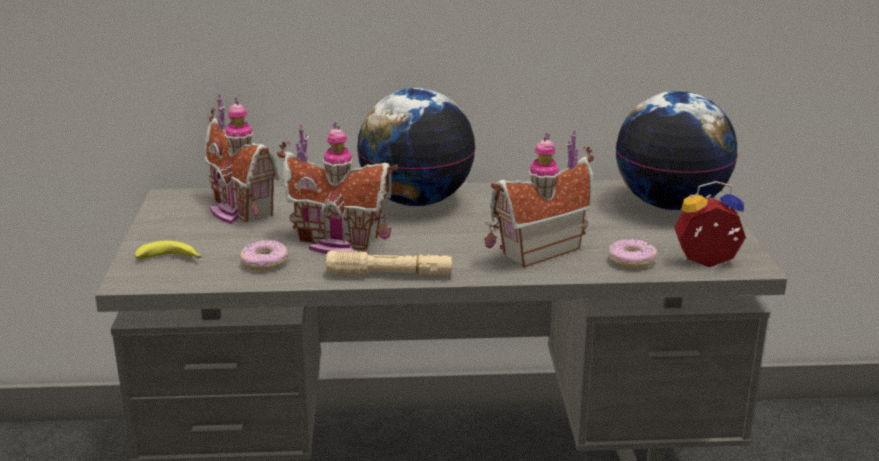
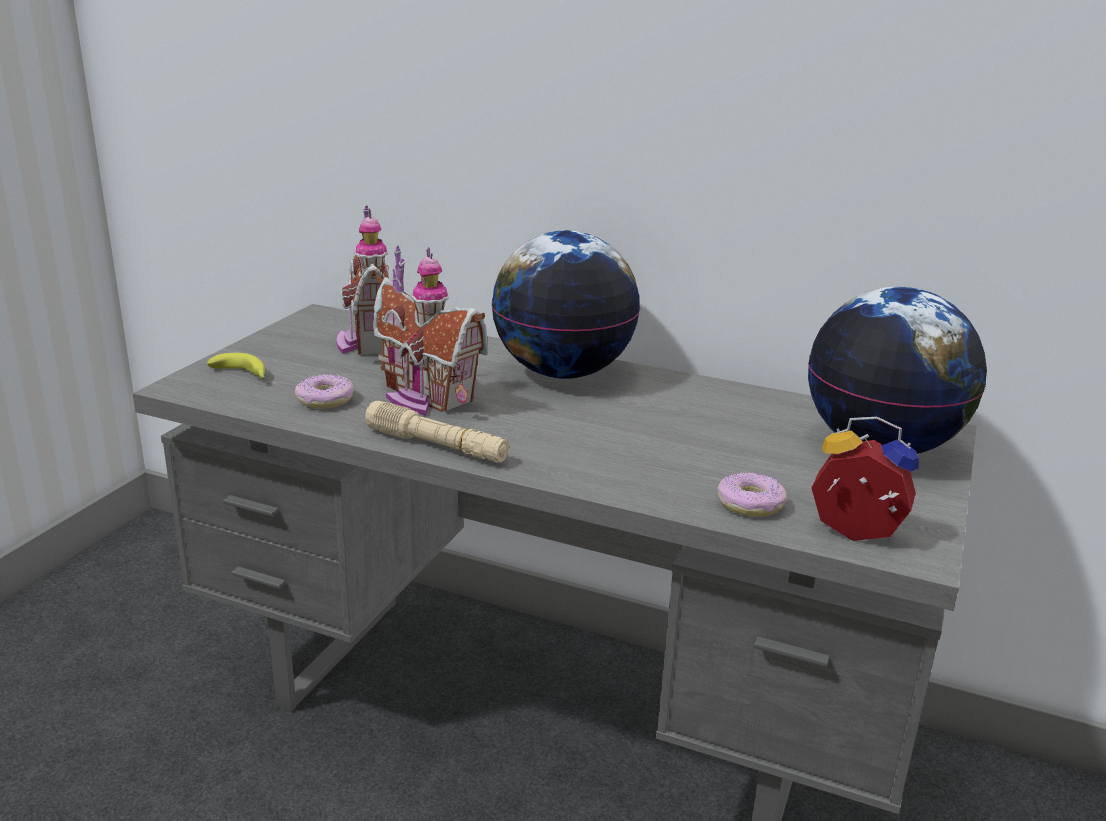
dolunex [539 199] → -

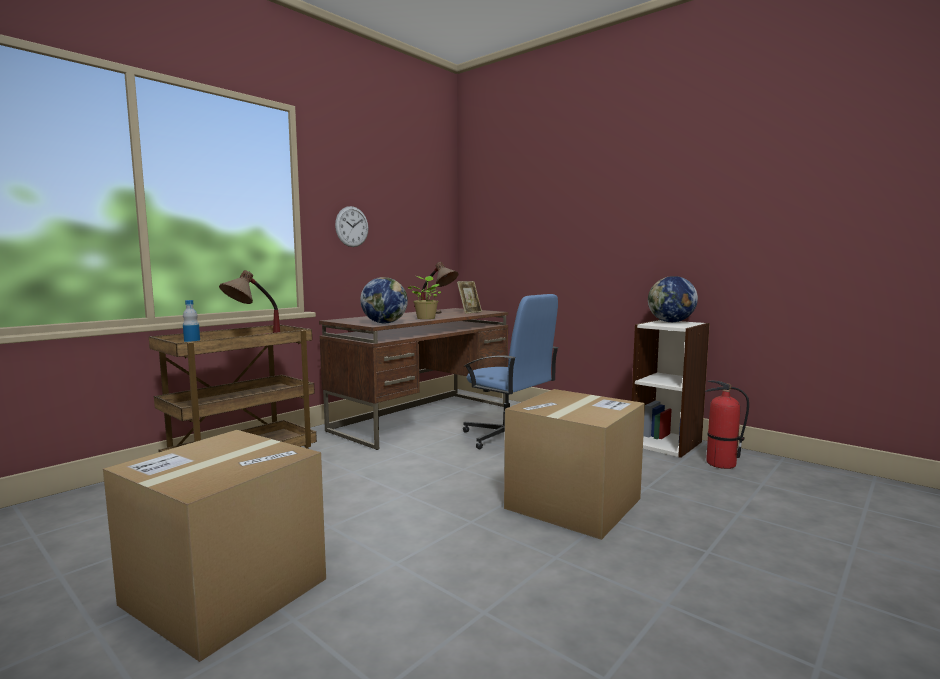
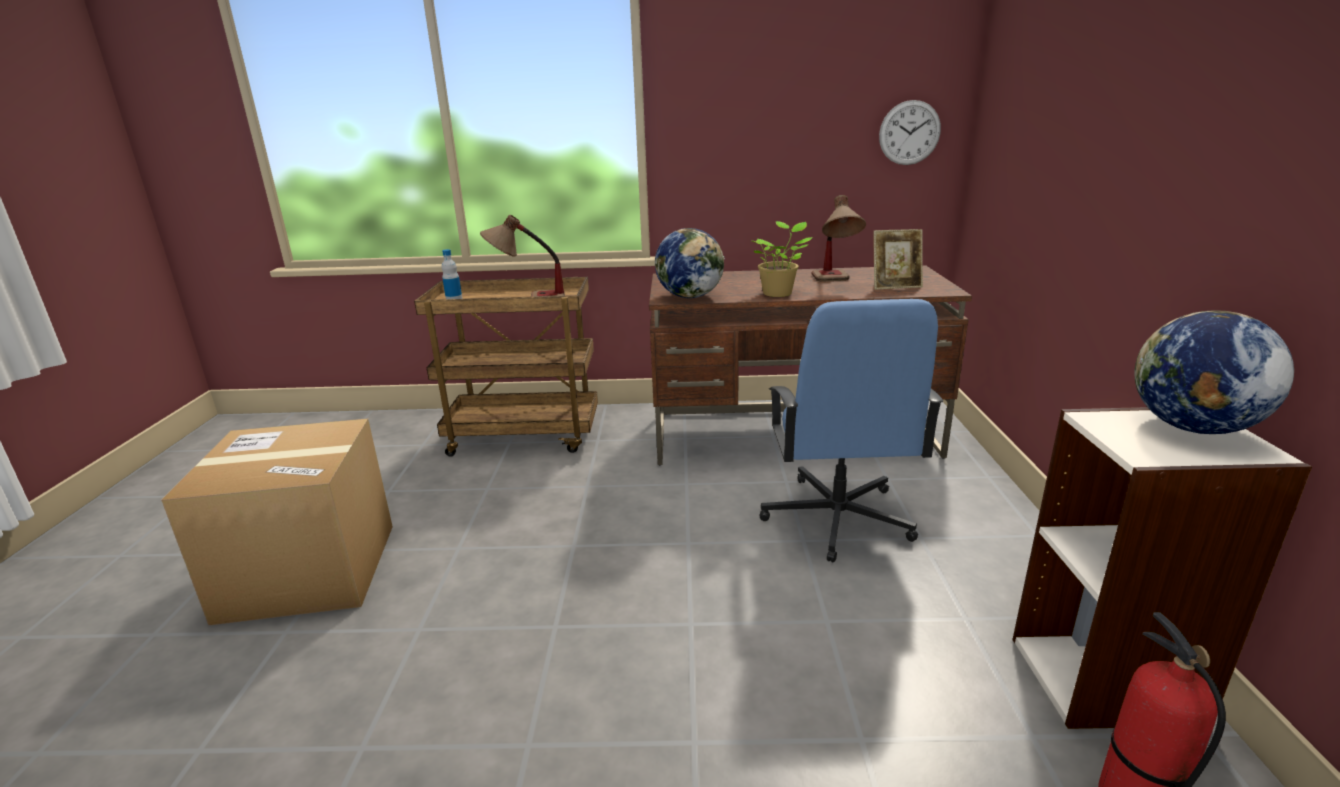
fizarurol [351 226] → fizarurol [910 132], move
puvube [574 464] → -

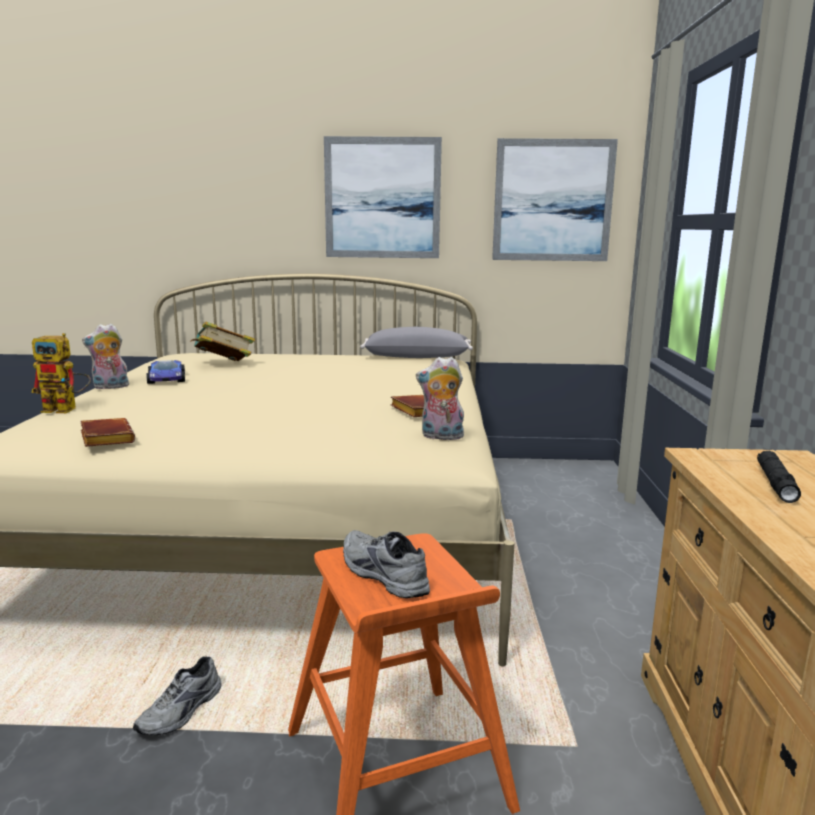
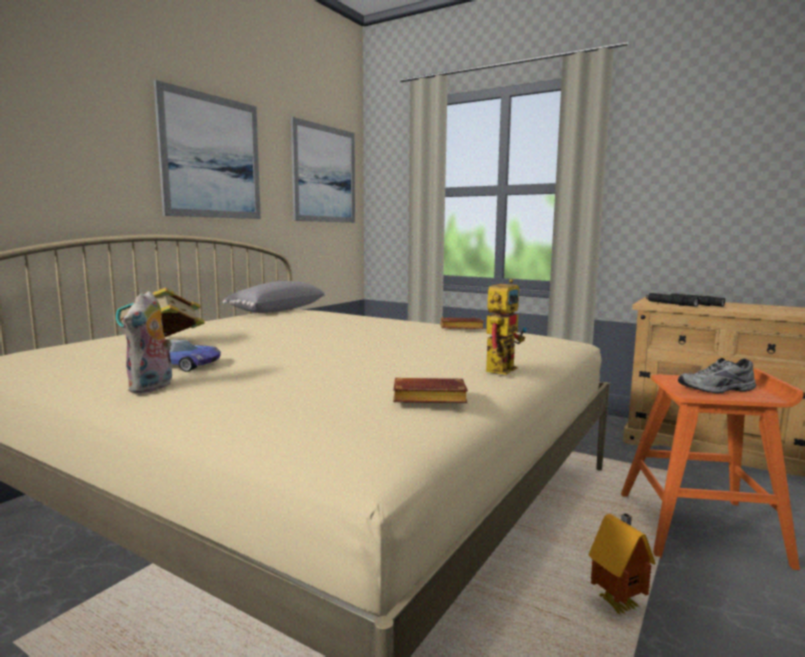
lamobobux [61 373] → lamobobux [506 327], move
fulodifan [440 398] → -
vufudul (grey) [177 696] → dolunex [622 564]
- → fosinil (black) [672 300]

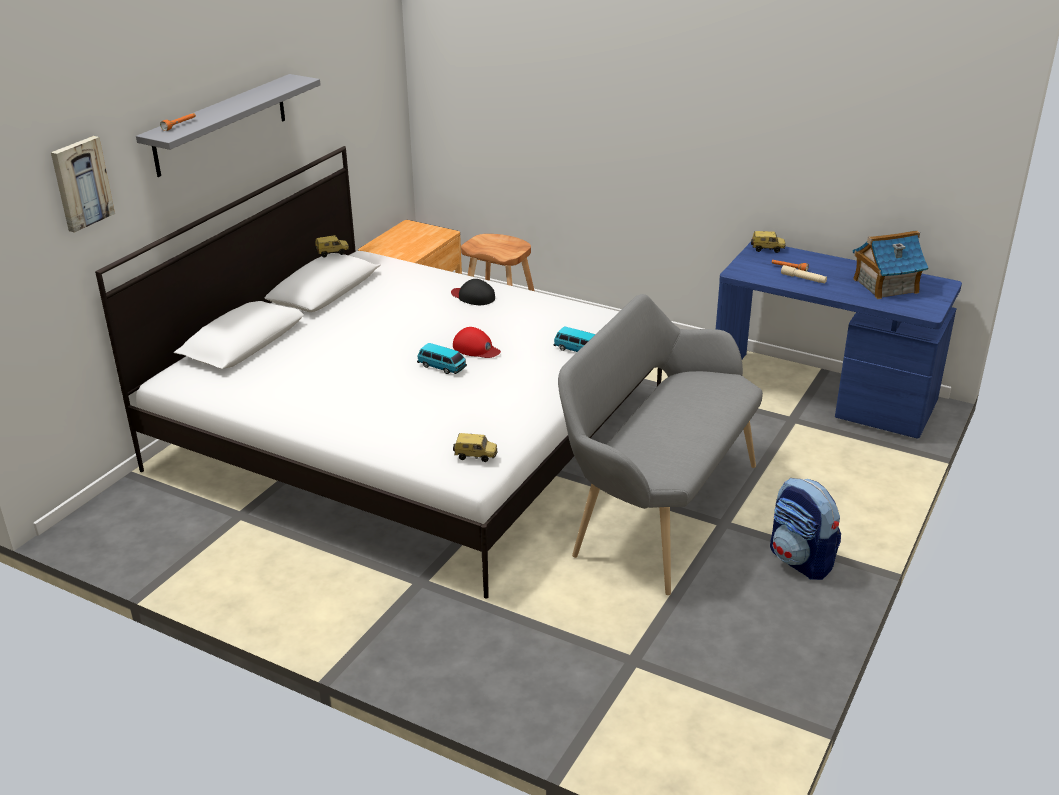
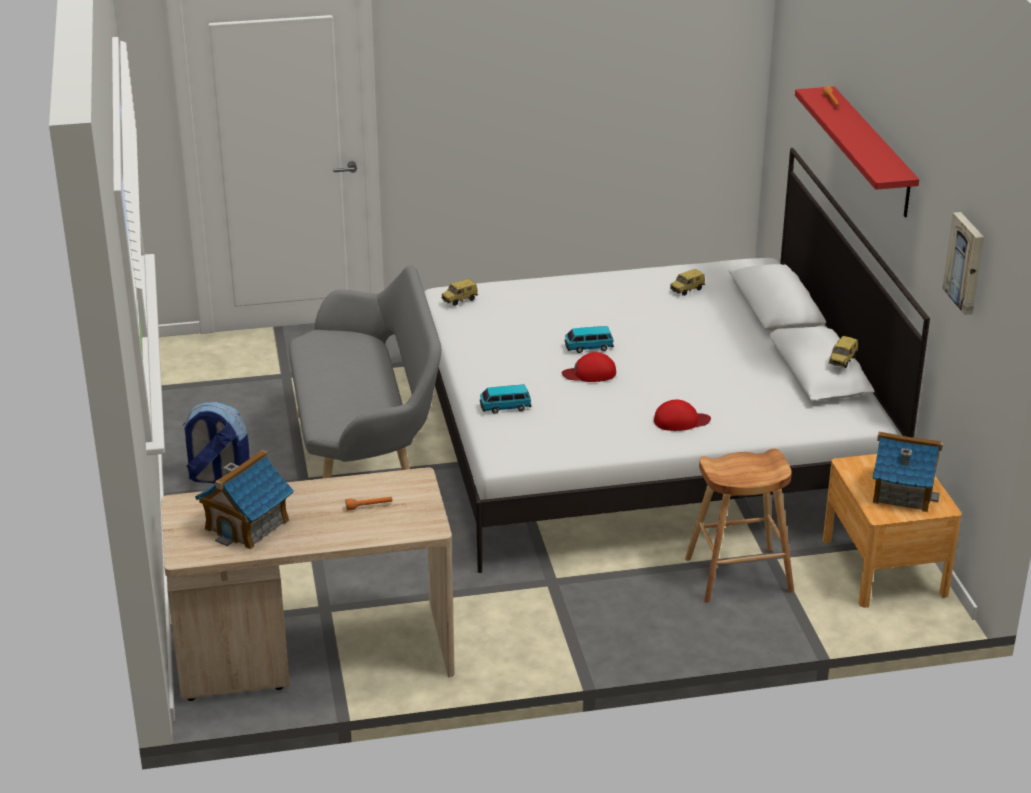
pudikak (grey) [228 125] → pudikak (red) [857 151]
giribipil [83 184] → giribipil [963 263], move
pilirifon [768 242] → pilirifon [687 282], move
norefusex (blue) [839 340] → norefusex (beige) [308 584]
fosinil (beige) [804 274] → -
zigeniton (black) [473 292] → zigeniton (red) [682 415]
- → dolunex [908 472]

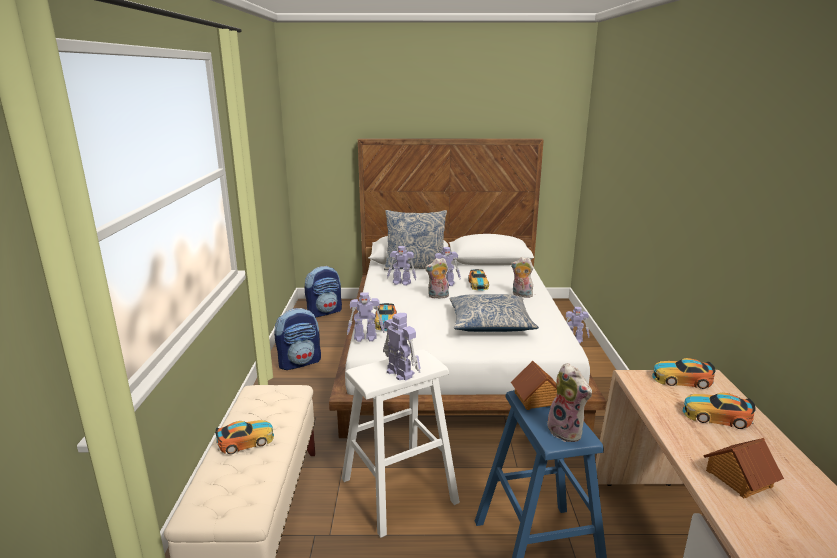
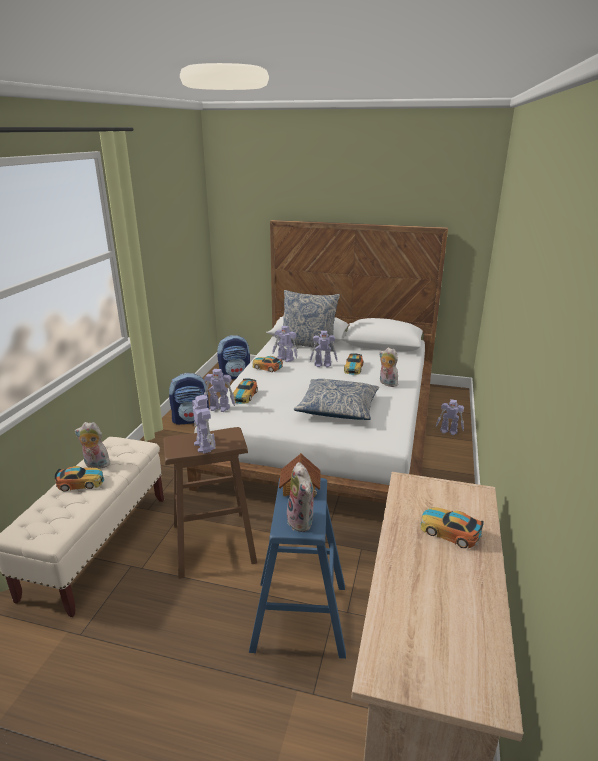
fulodifan [437 278] → fulodifan [94 445], move
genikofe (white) [401 443] → genikofe (brown) [210 503]
pilirifon [684 373] → pilirifon [268 364], move
dolunex [743 468] → -

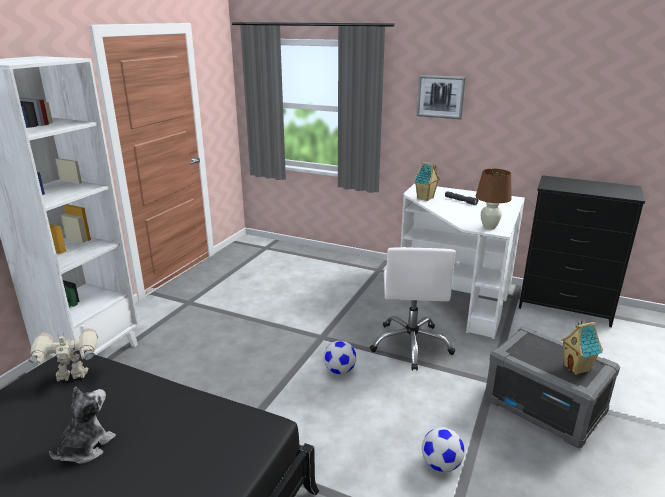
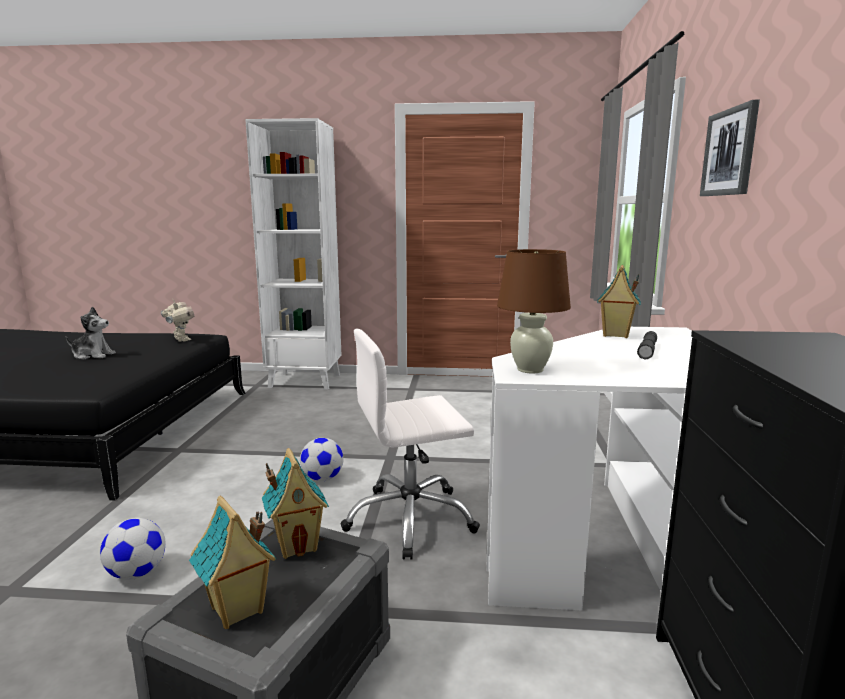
- → dolunex [295 503]

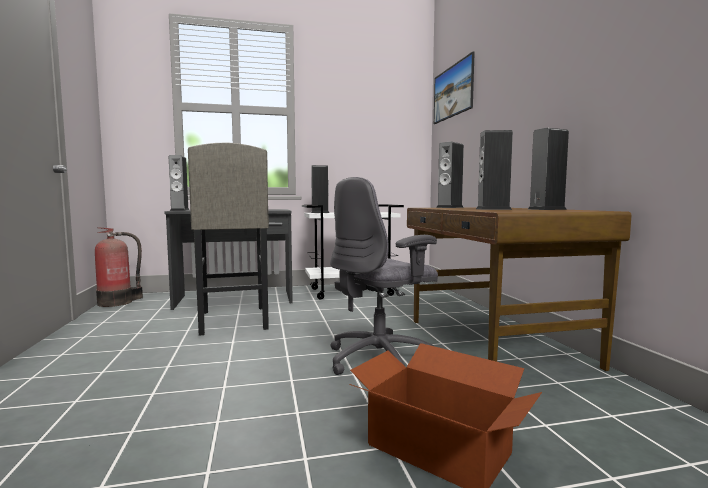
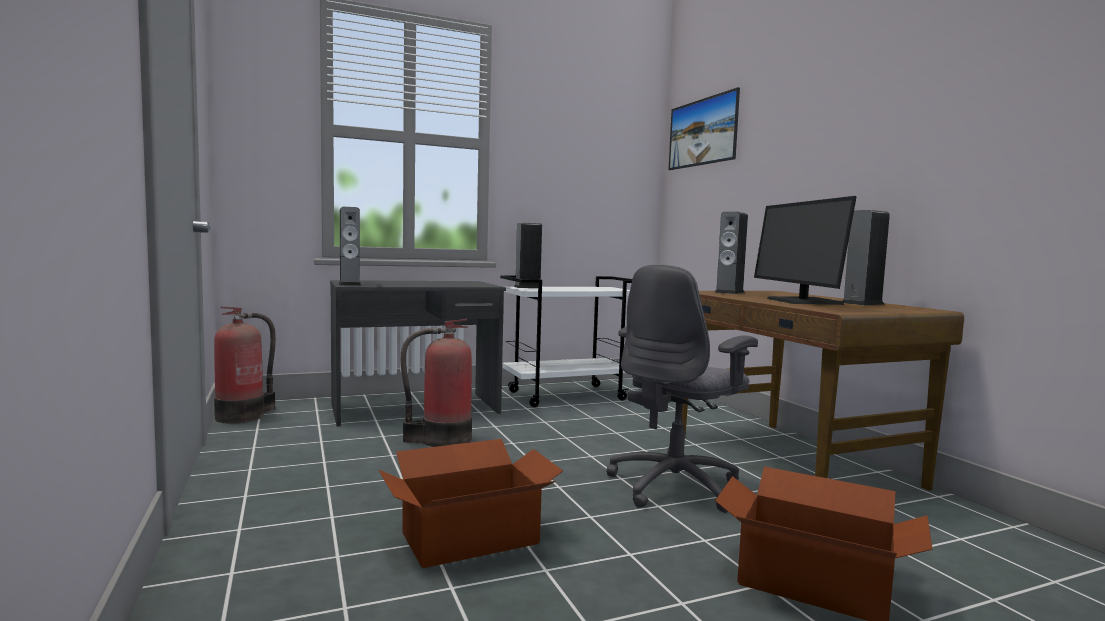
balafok [494 170] → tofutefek [805 250]
genikofe (grey) [228 239] → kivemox [436 383]
- → puvube [470 503]

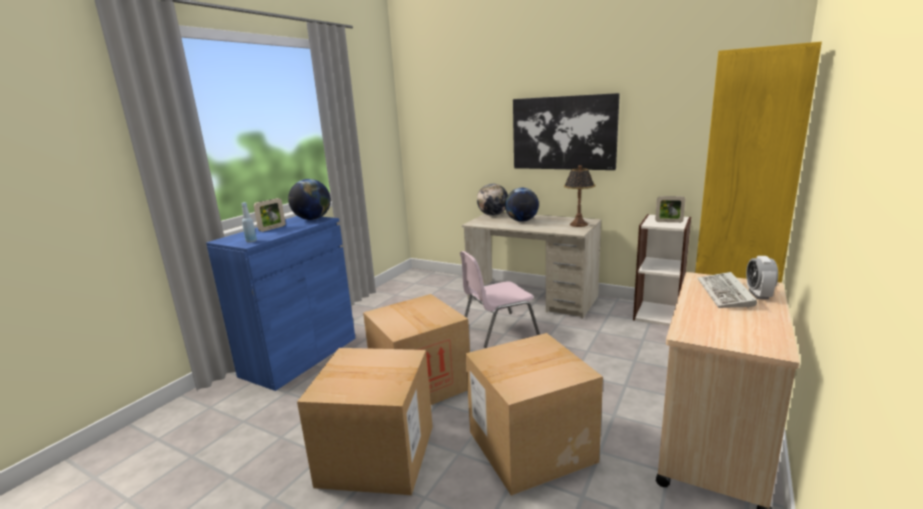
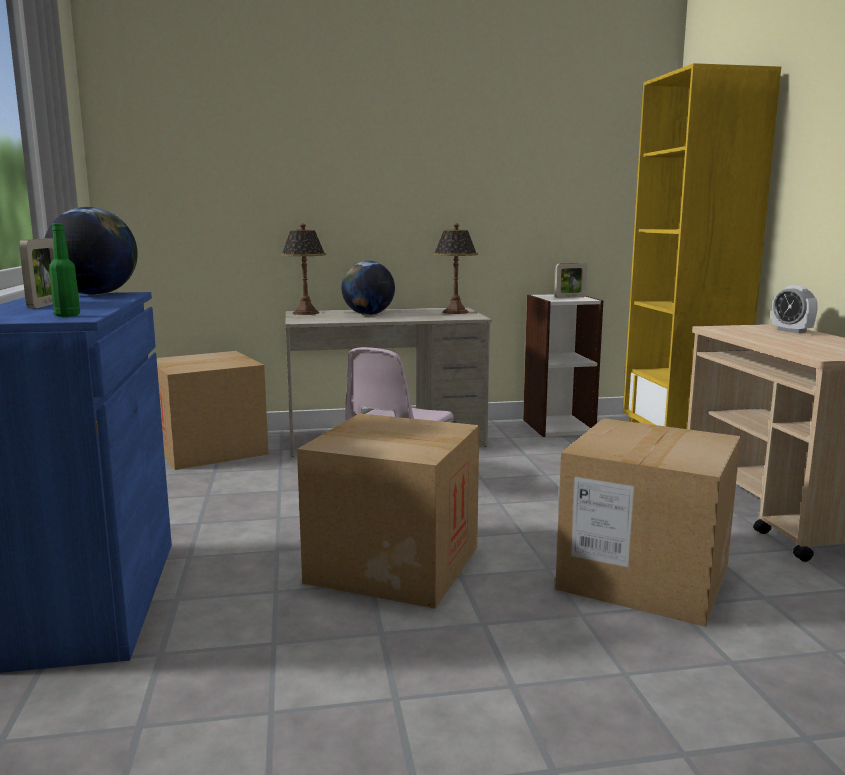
giribipil [566 131] → -
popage [492 200] → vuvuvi [303 269]
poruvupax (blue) [249 222] → poruvupax (green) [64 270]
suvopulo [727 290] → -
puvube [365 421] → puvube [213 410], move

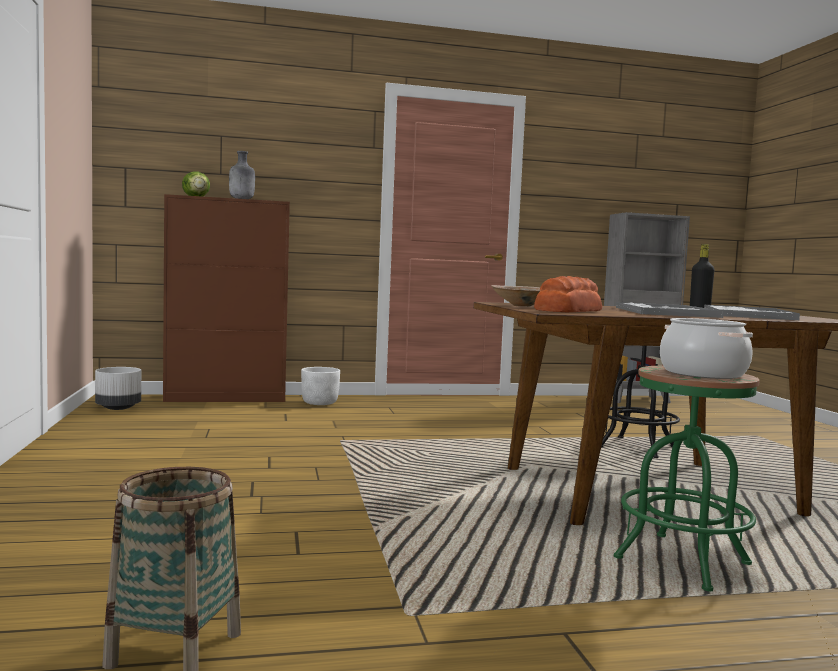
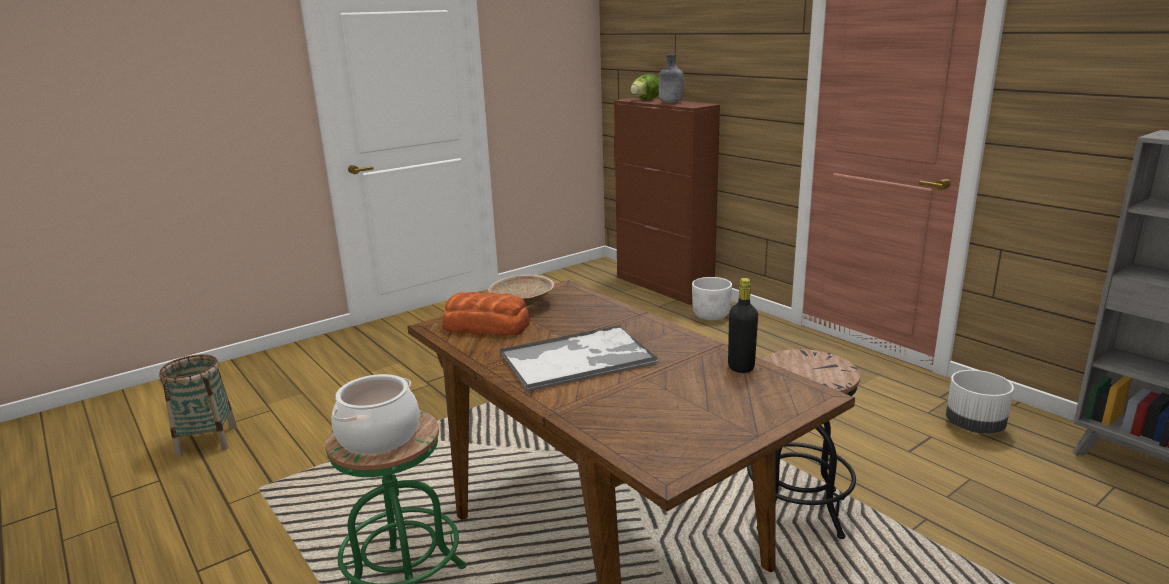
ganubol [752 312] → -
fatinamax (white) [118 388] → fatinamax (white) [980 401], move

